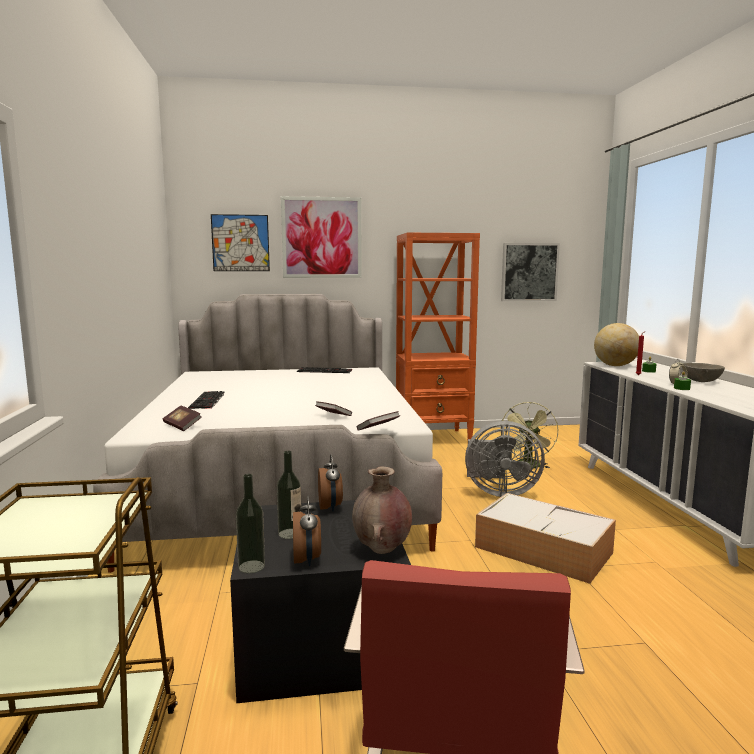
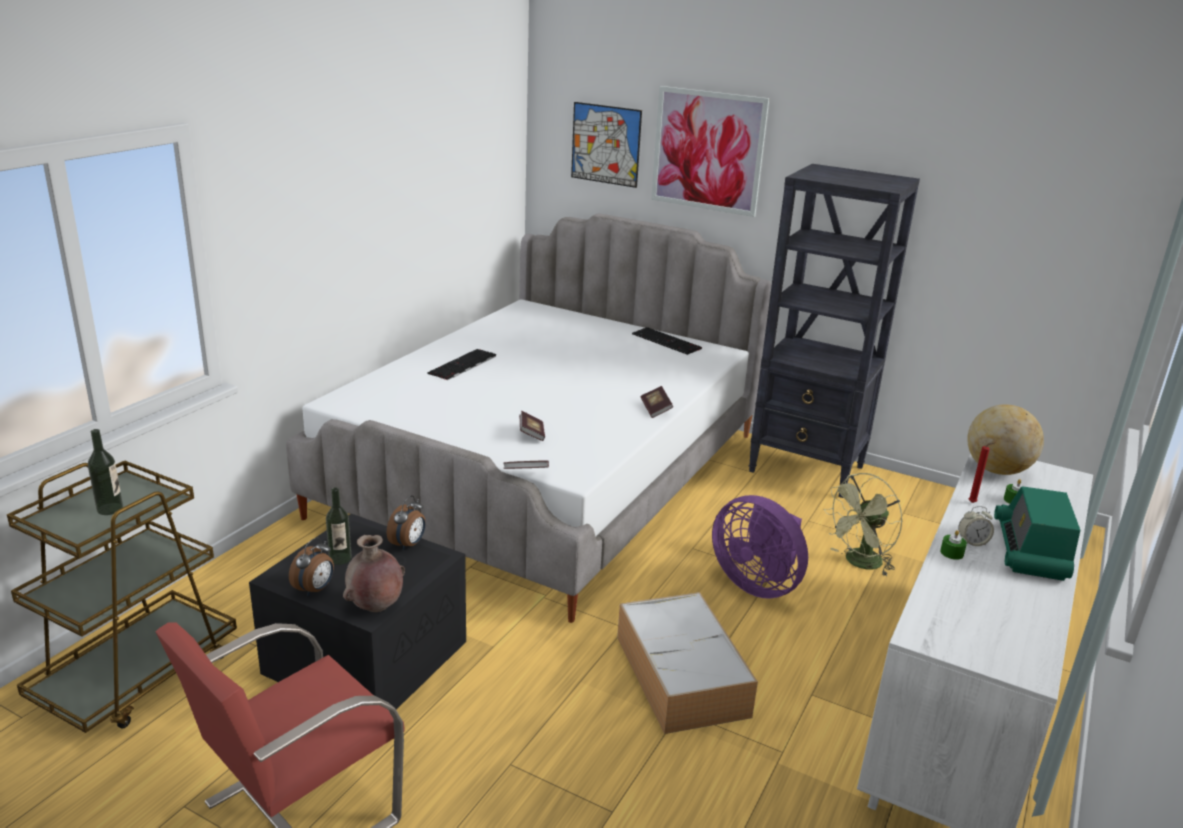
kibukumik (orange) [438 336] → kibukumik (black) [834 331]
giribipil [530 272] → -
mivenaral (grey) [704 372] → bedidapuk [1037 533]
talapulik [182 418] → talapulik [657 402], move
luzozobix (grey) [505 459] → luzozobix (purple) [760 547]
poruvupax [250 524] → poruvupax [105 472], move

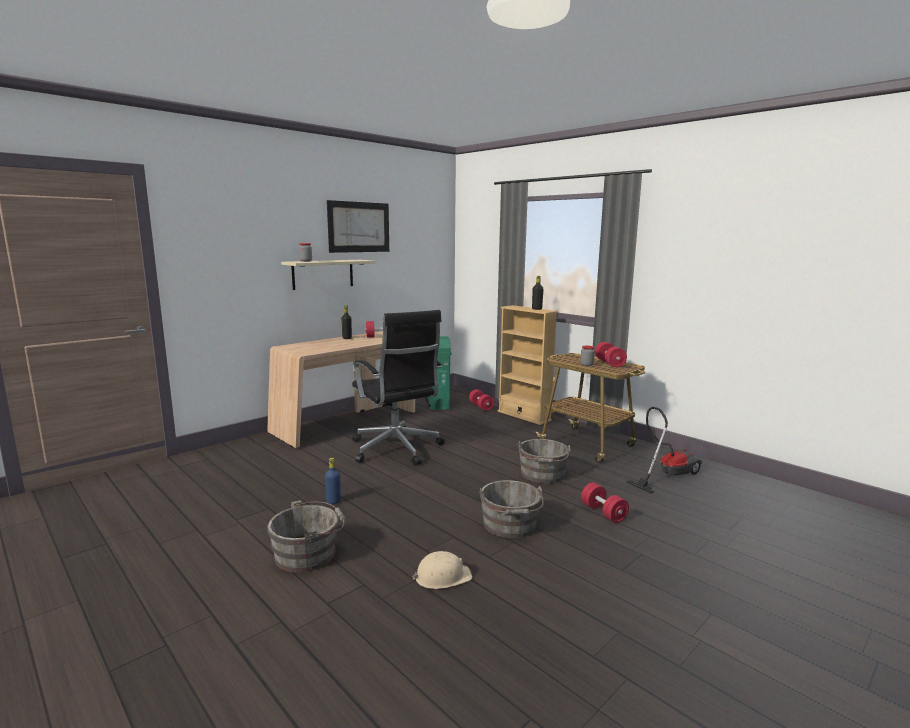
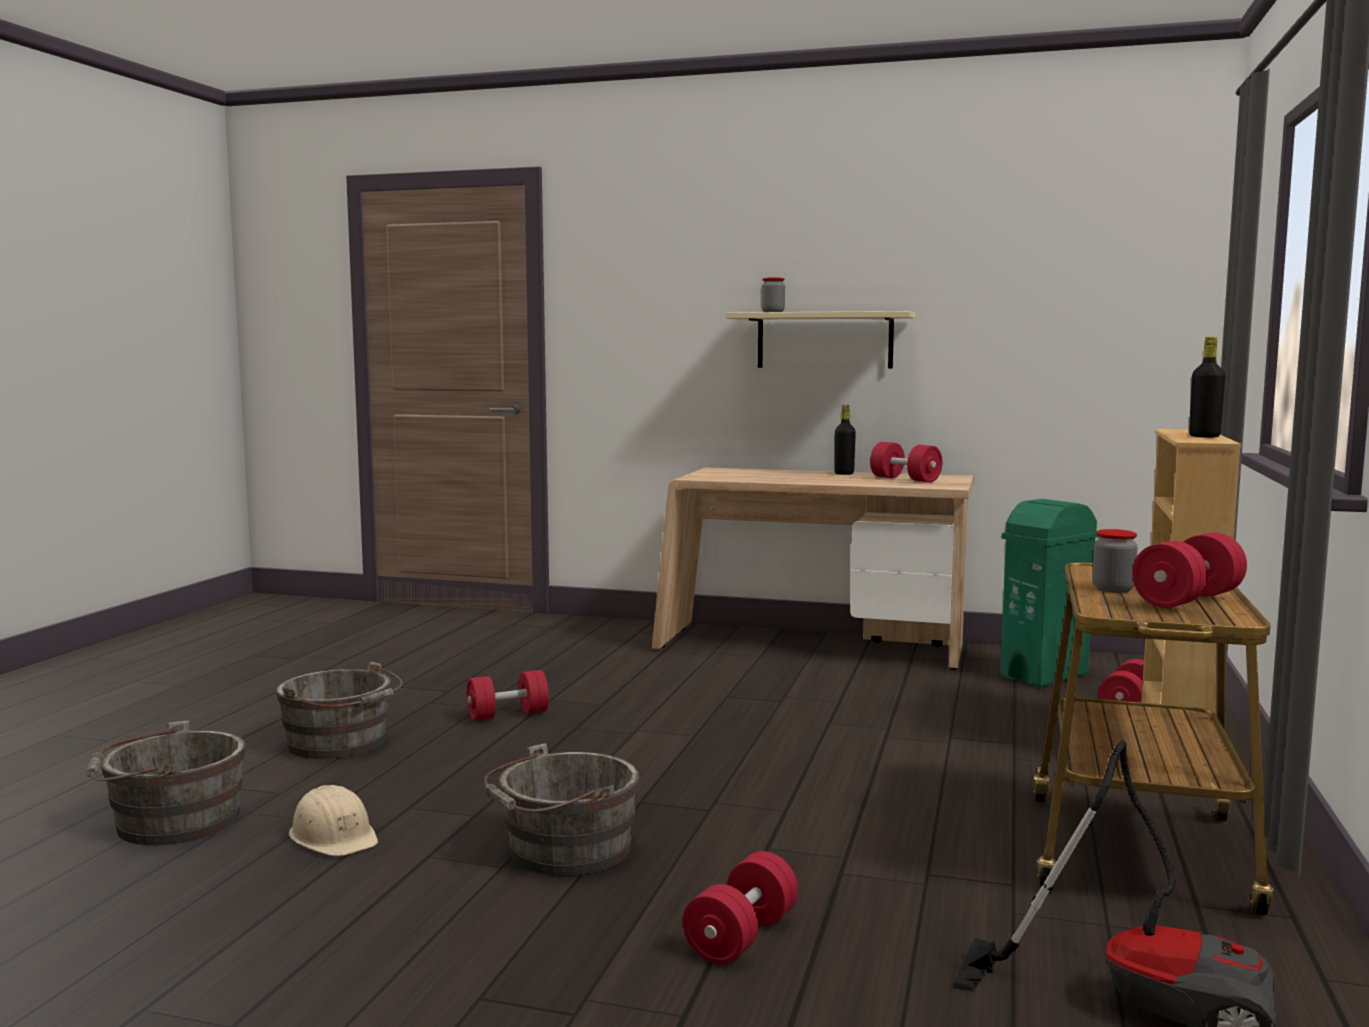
giribipil [358 226] → -
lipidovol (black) [398 388] → -
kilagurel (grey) [544 461] → kilagurel (grey) [165 782], move
poruvupax (blue) [333 481] → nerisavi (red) [508 695]

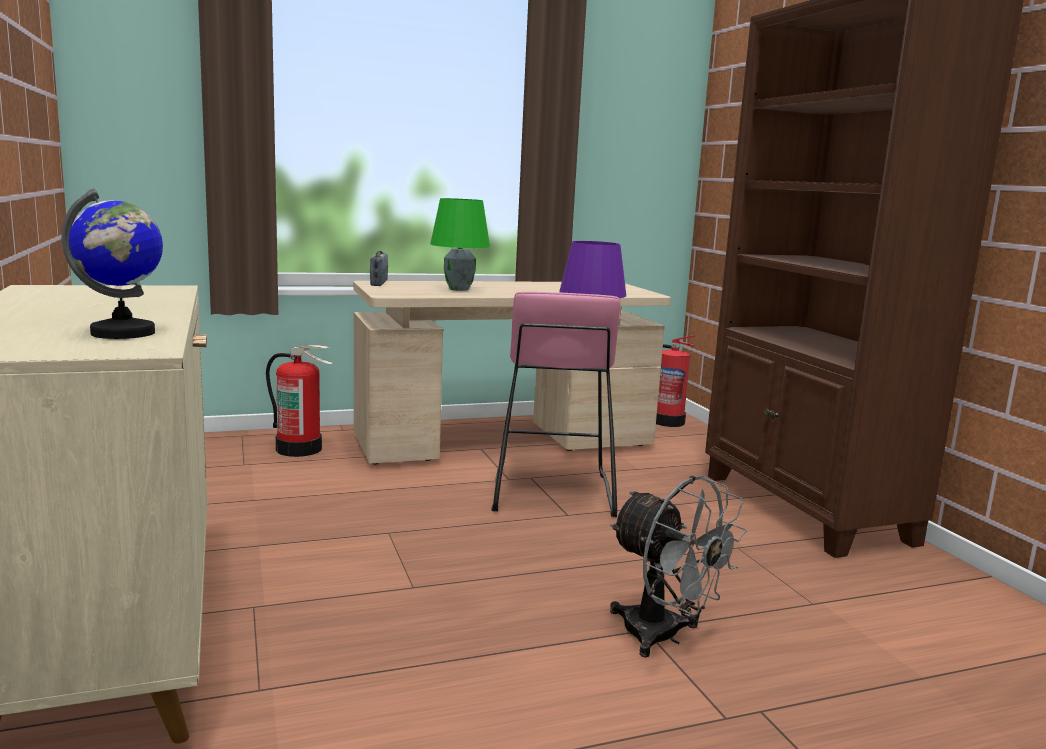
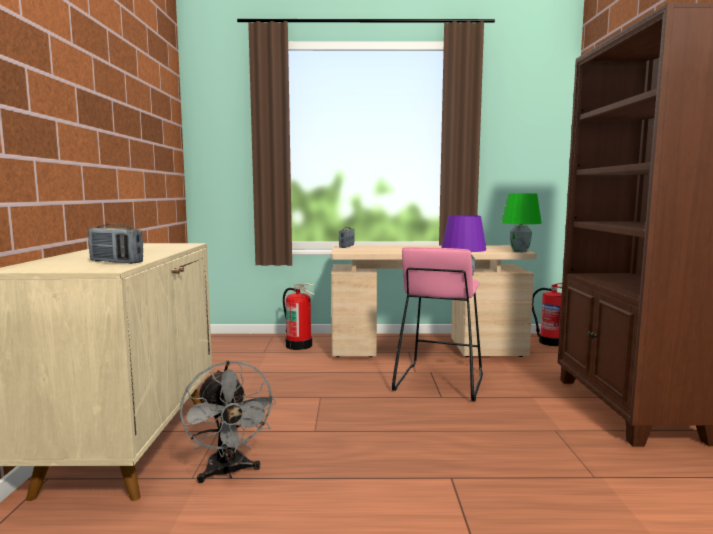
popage [112 263] → bedidapuk [115 244]
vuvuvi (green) [460 244] → vuvuvi (green) [521 223], move
luzozobix (grey) [678 566] → luzozobix (grey) [228 421], move

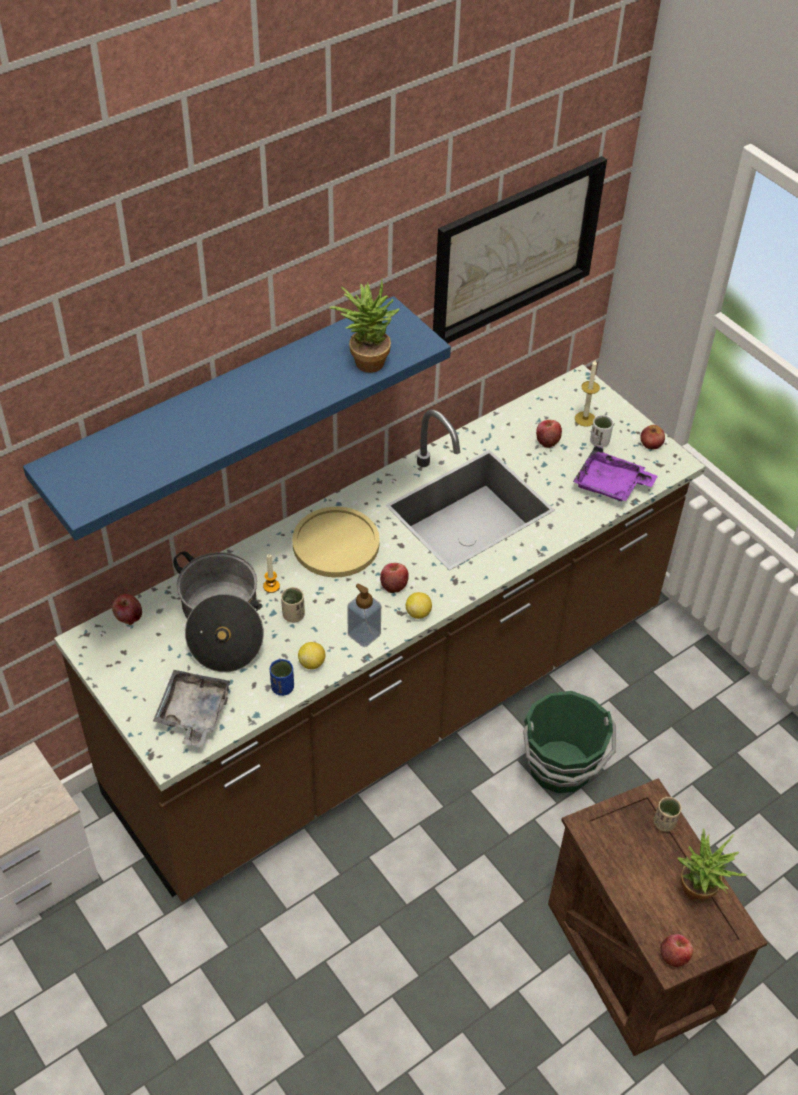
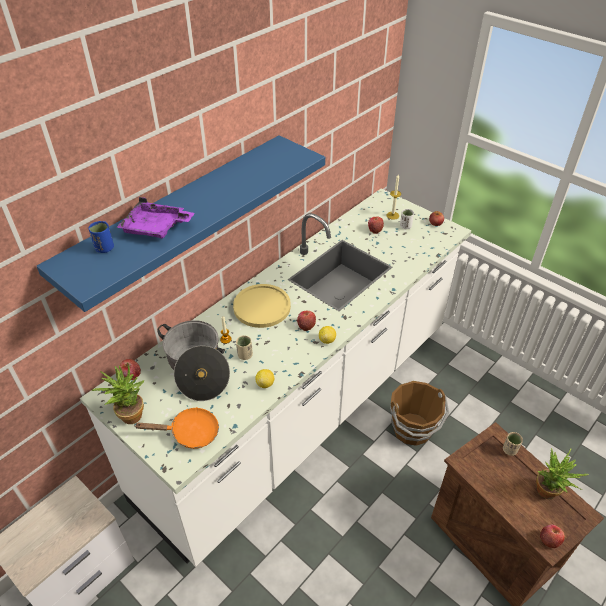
giribipil [520 249] → -
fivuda [364 325] → fivuda [118 393], move
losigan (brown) [379 633] → losigan (white) [275 377]
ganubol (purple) [615 473] → ganubol (purple) [155 218], move
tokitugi [364 615] → -
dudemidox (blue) [282 677] → dudemidox (blue) [101 237], move
ganubol (grey) [192 708] → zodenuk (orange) [177 428]
kilagurel (green) [569 742] → kilagurel (brown) [419 413]

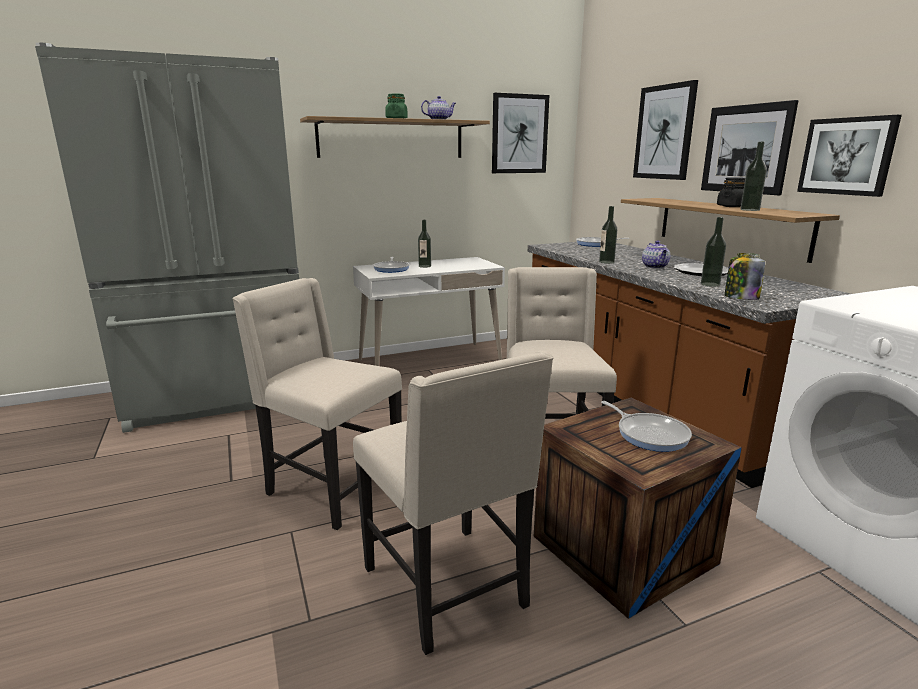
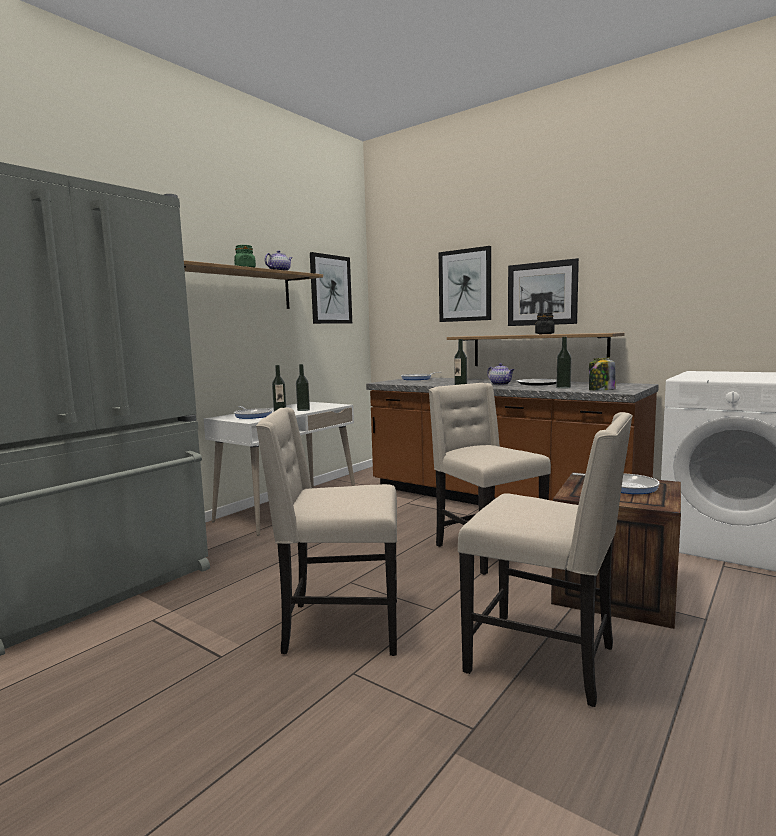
giribipil [849 156] → -
poruvupax [754 176] → poruvupax [303 387], move

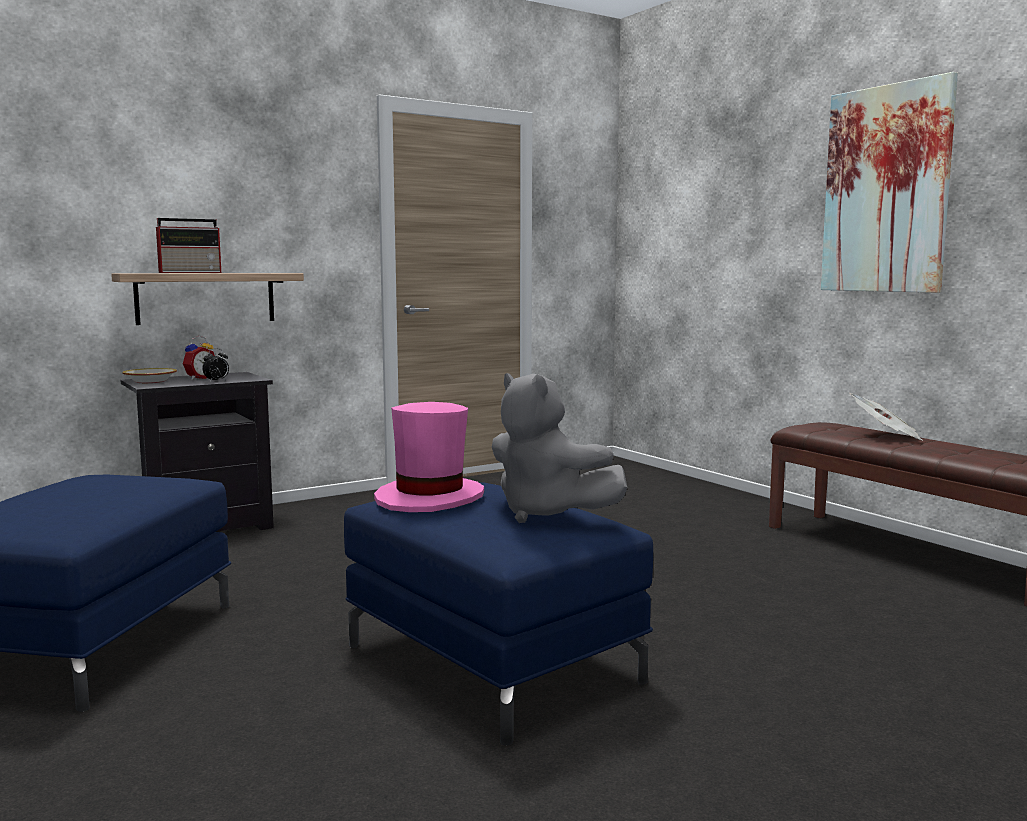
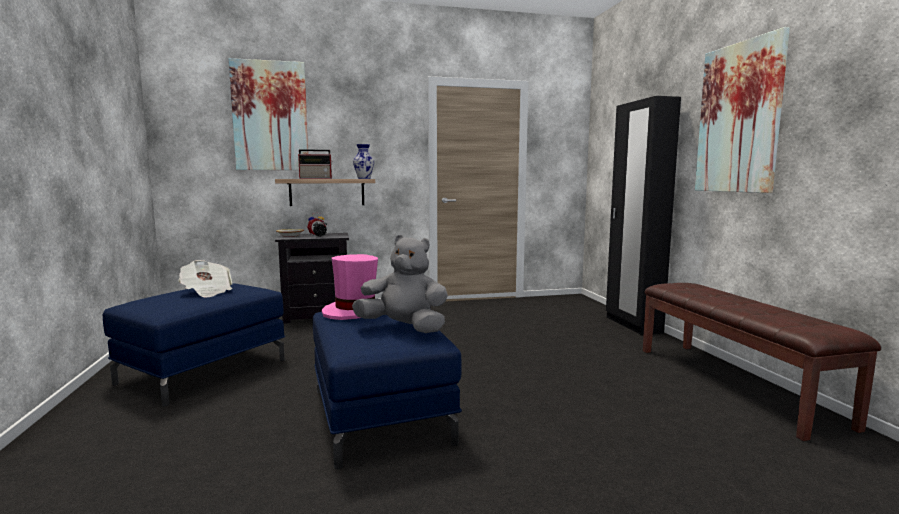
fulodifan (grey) [559 448] → fulodifan (grey) [400 284], 135 degrees clockwise
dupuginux [886 417] → dupuginux [205 279], move
- → giribipil [269 114]
- → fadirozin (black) [643 215]
- → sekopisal [363 161]

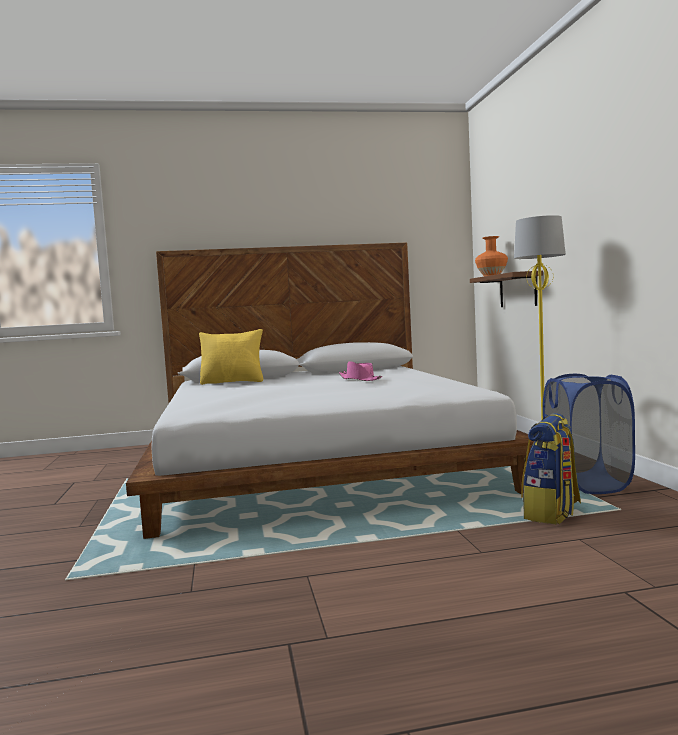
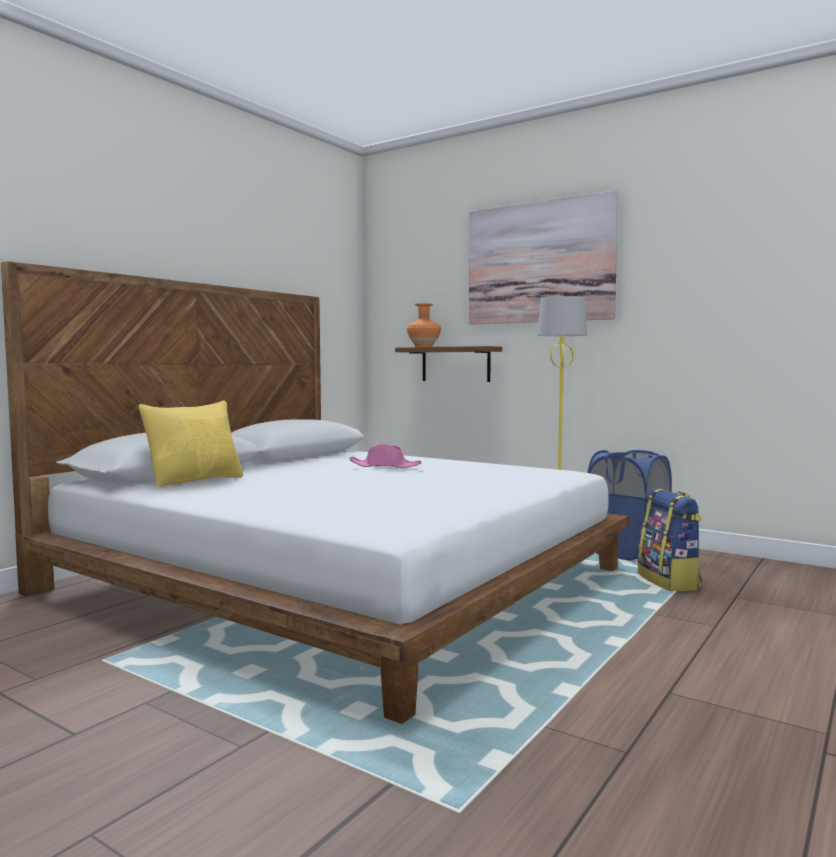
- → giribipil [543 257]

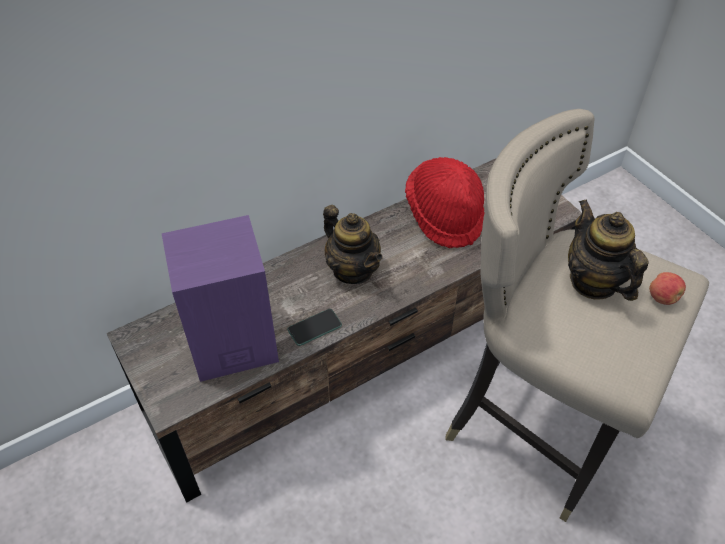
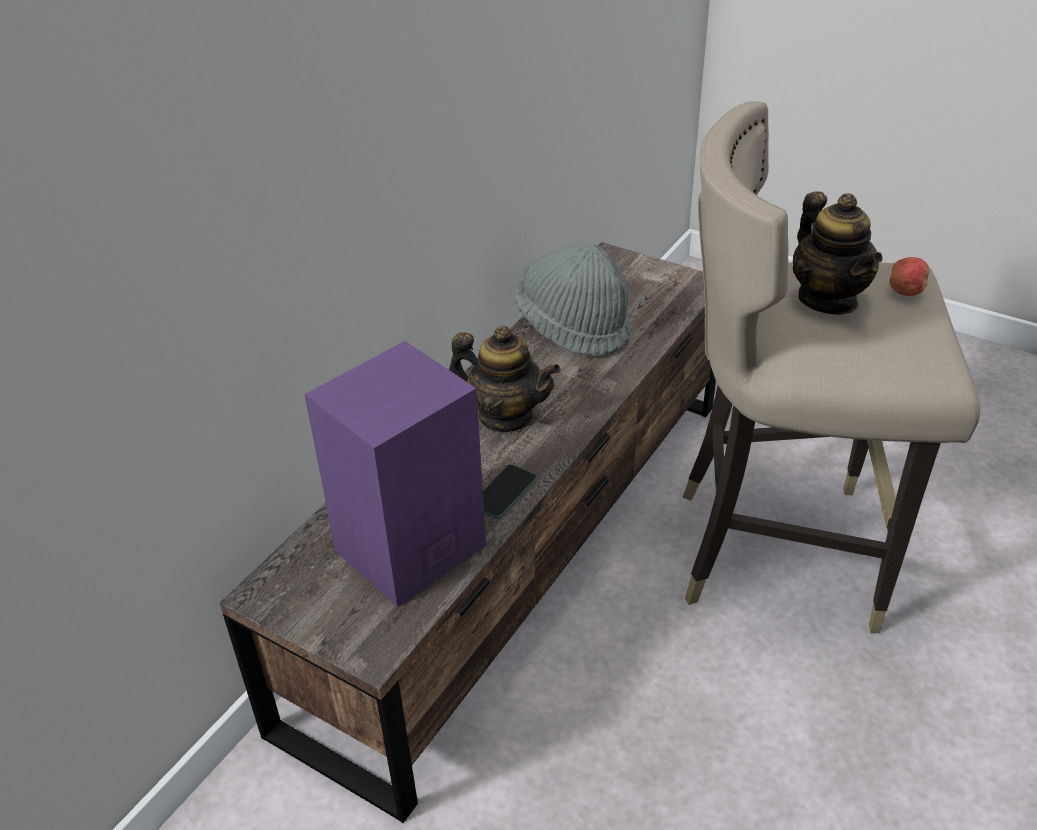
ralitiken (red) [444 202] → ralitiken (grey) [573 300]
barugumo [608 250] → barugumo [838 253], 150 degrees counterclockwise

